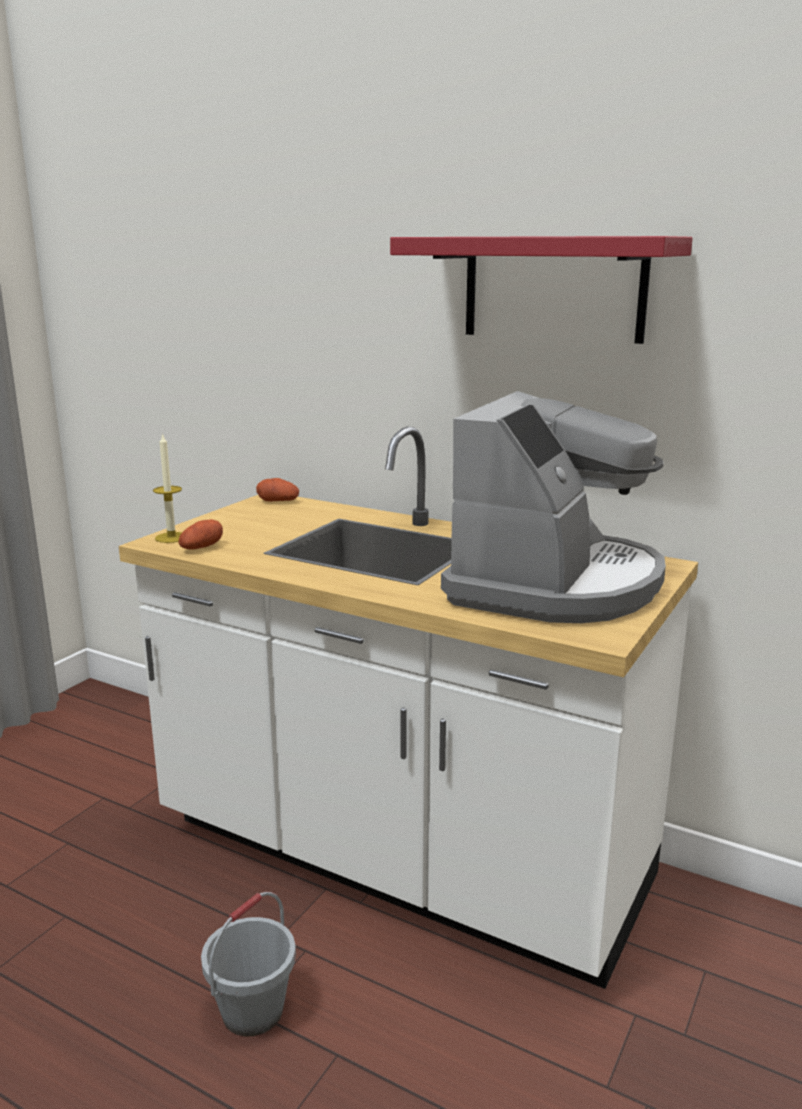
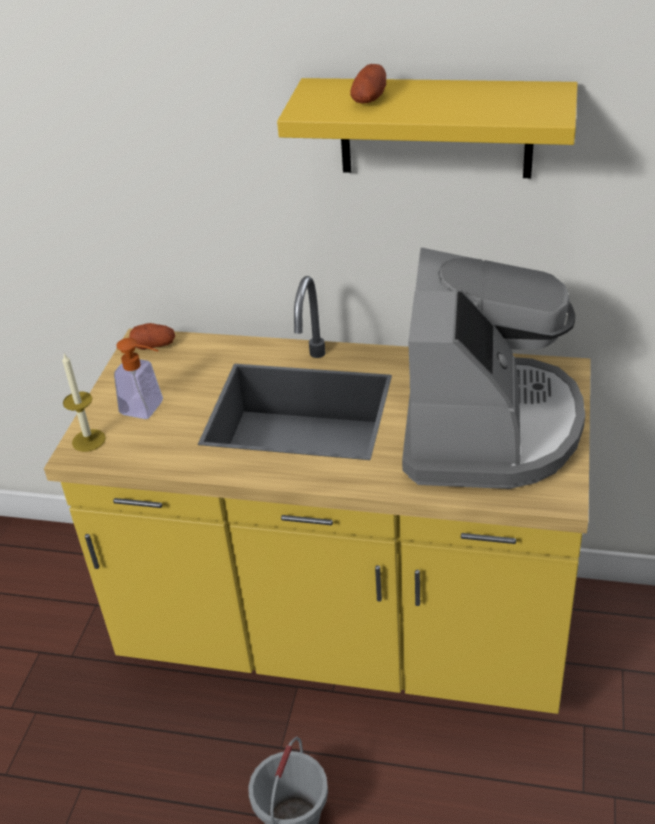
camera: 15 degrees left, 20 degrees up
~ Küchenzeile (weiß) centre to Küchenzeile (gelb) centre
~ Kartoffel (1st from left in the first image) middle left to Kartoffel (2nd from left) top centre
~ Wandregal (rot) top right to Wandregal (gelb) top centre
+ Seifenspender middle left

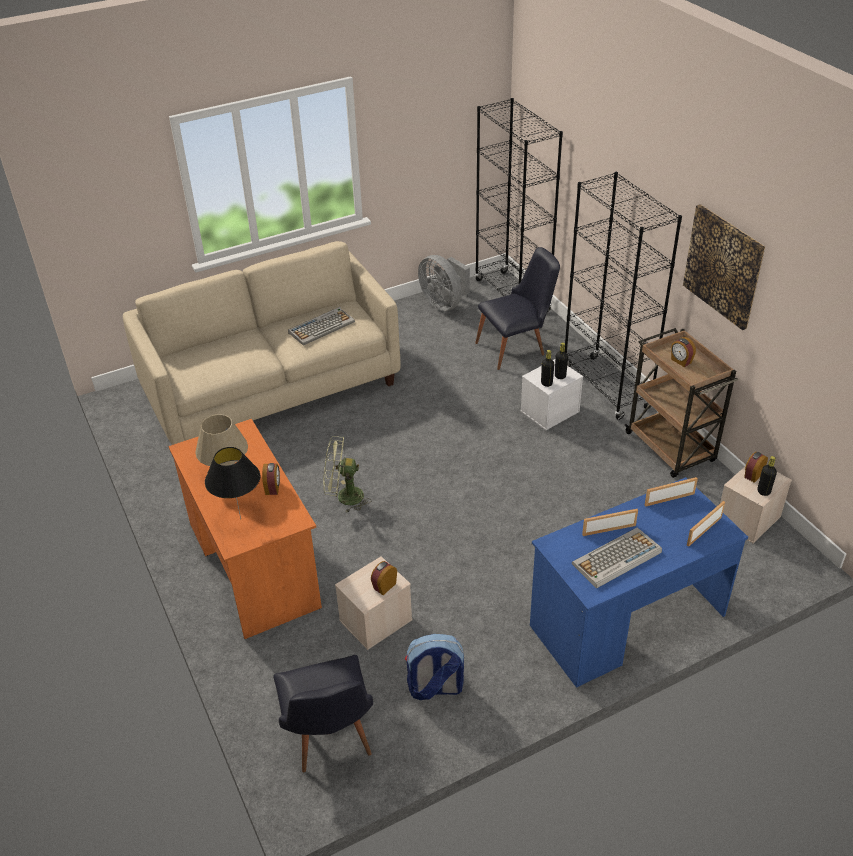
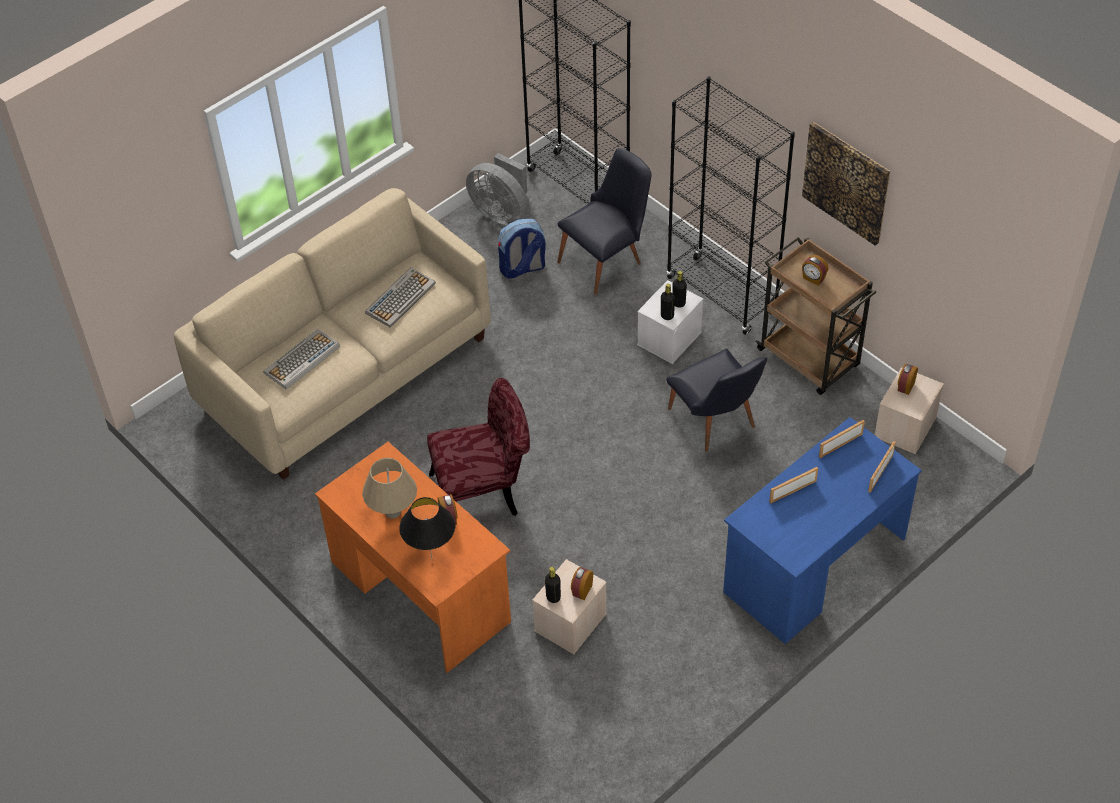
camera: 15 degrees left, 10 degrees up
~ Stuhl (schwarz) (1st from left in the first image) bottom centre to Stuhl (schwarz) (2nd from left) centre
~ Ventilator (grün) centre to Stuhl (rot) centre
~ Rucksack bottom centre to top centre
~ Tastatur (2nd from left in the first image) middle right to Tastatur (1st from left) middle left
~ Flasche (schwarz) (3rd from left in the first image) middle right to Flasche (schwarz) (1st from left) bottom centre

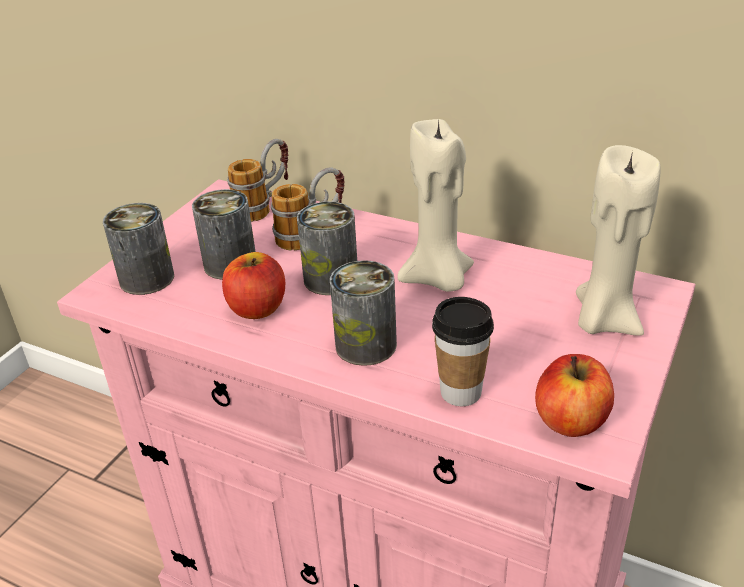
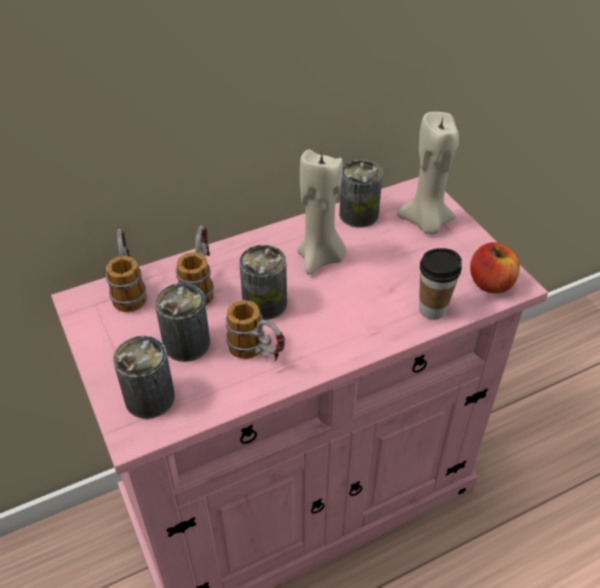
camera: 55 degrees left, 10 degrees up
~ Apfel (1st from left) centre to Henkelbecher (3rd from left) centre
~ Dose (4th from left) centre to top centre

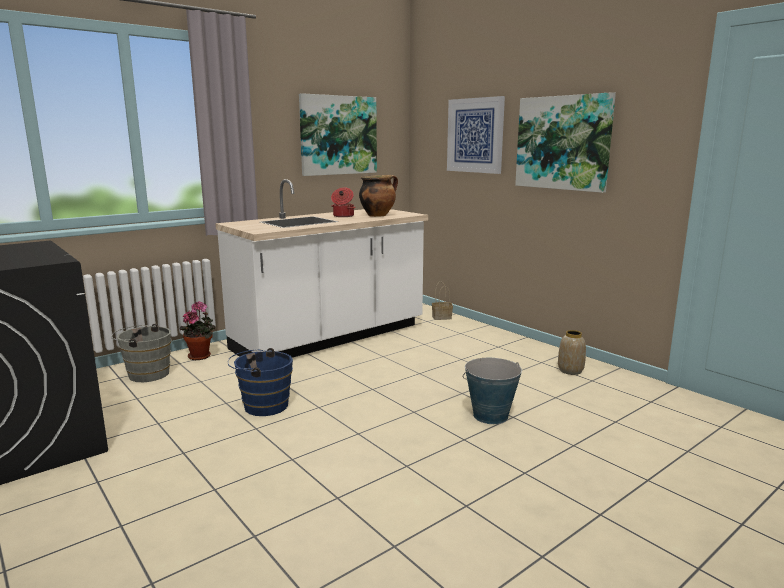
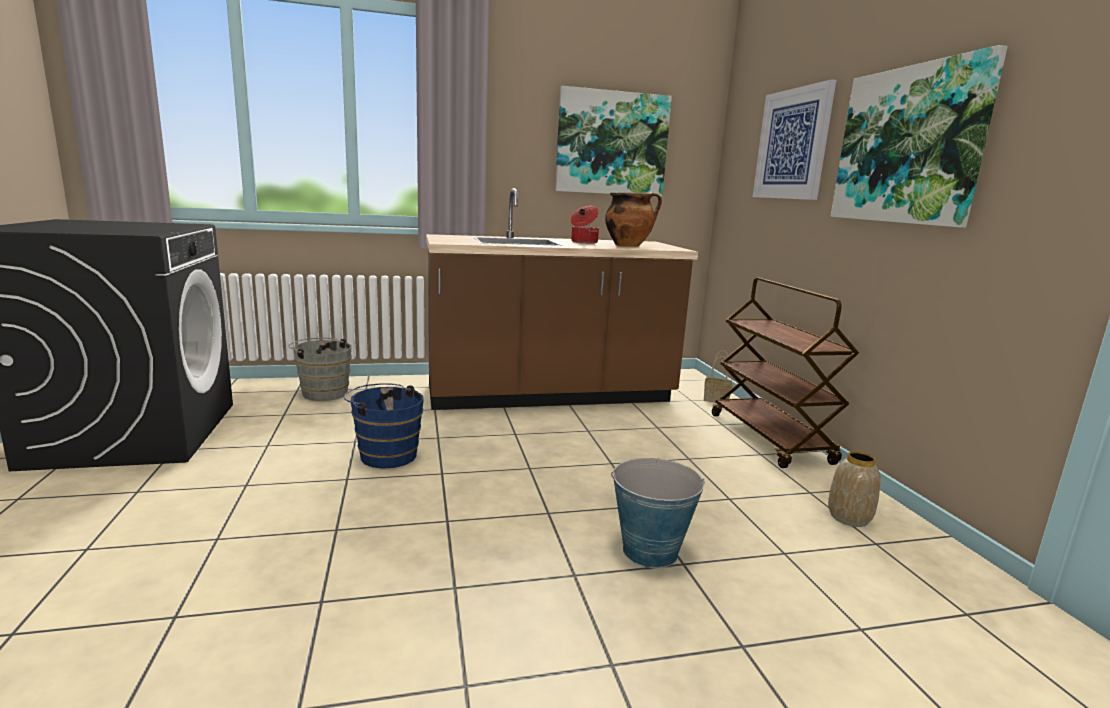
camera: 25 degrees right, 0 degrees up
- Topfpflanze middle left
~ Küchenzeile (weiß) centre to Küchenzeile (braun) centre
+ Rollwagen (braun) middle right

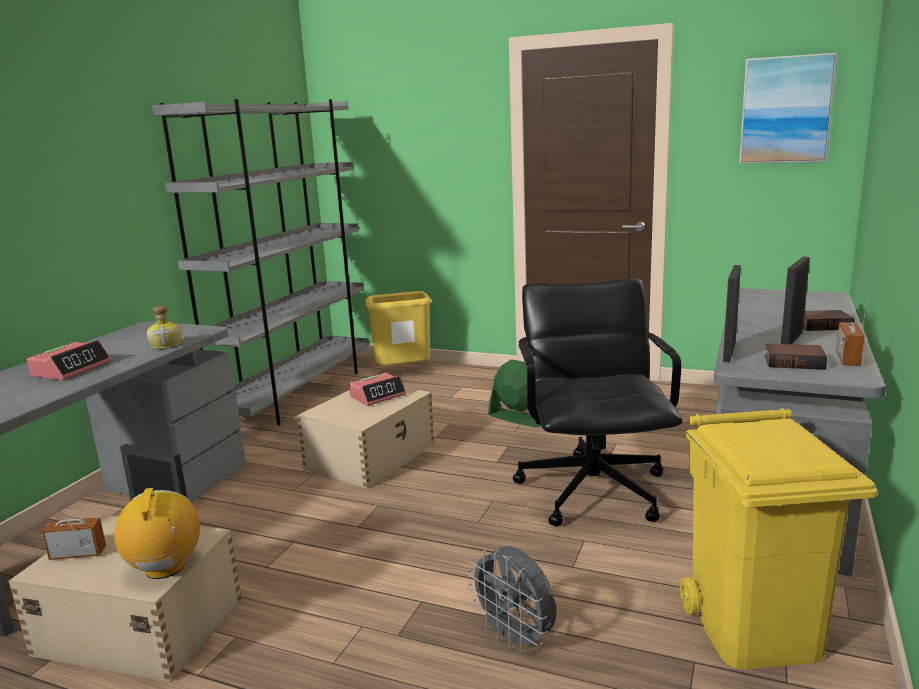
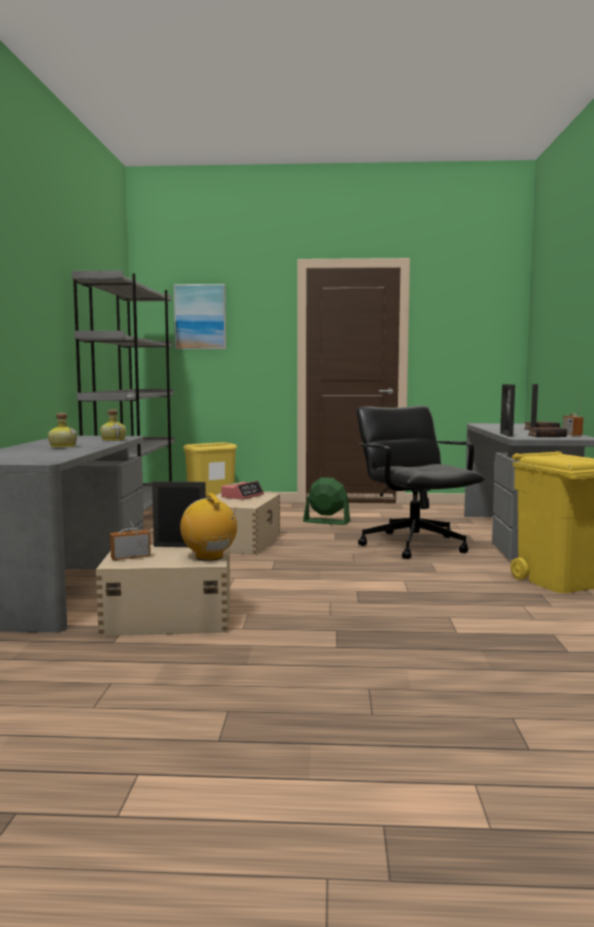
camera: 20 degrees left, 10 degrees down
~ Wecker (1st from left) middle left to Flasche (1st from left) middle left
- Ventilator (grau) bottom centre
~ Bild top right to centre

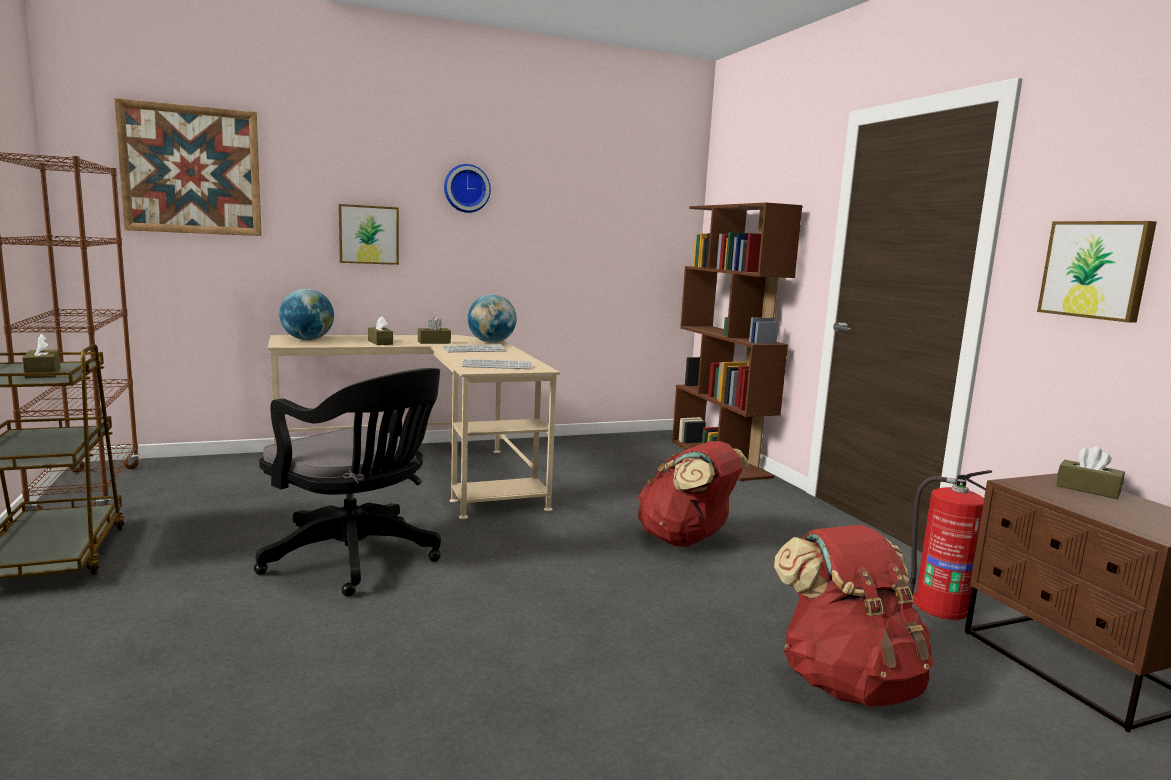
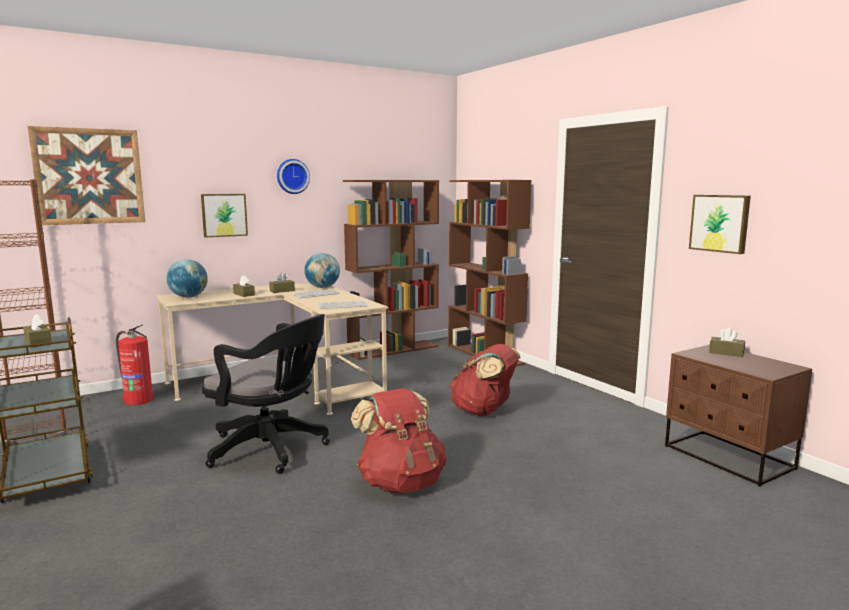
camera: 10 degrees left, 0 degrees up
~ Rucksack (rot) (2nd from left in the first image) bottom right to Rucksack (rot) (1st from left) bottom centre
~ Feuerlöscher bottom right to middle left
+ Bücherregal (braun) (2nd from left) centre

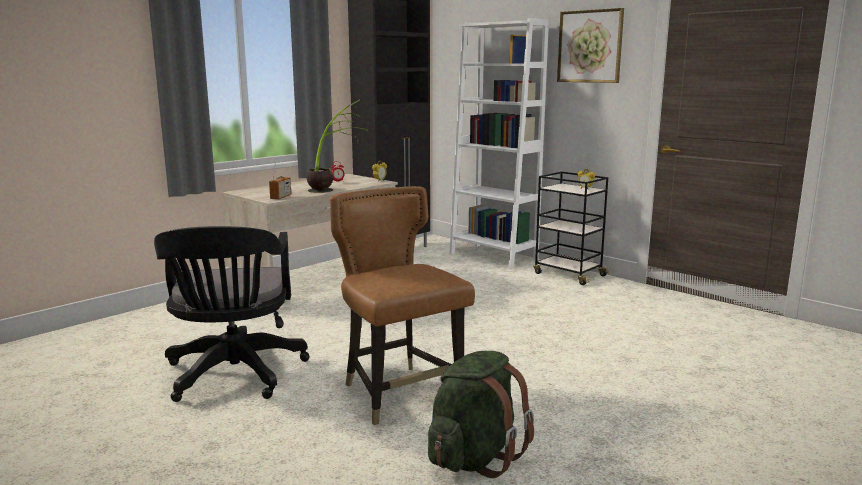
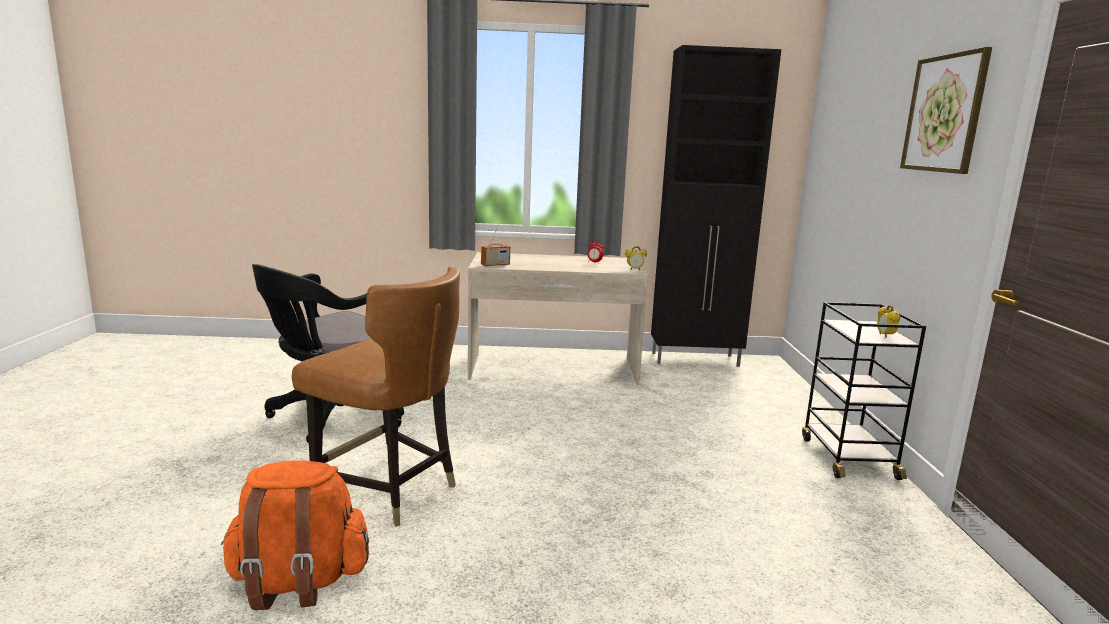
camera: 45 degrees right, 0 degrees up
- Topfpflanze top centre
~ Stuhl (braun) centre = centre 105 degrees clockwise
~ Rucksack (grün) bottom centre to Rucksack (orange) bottom left
- Bücherregal (weiß) top centre

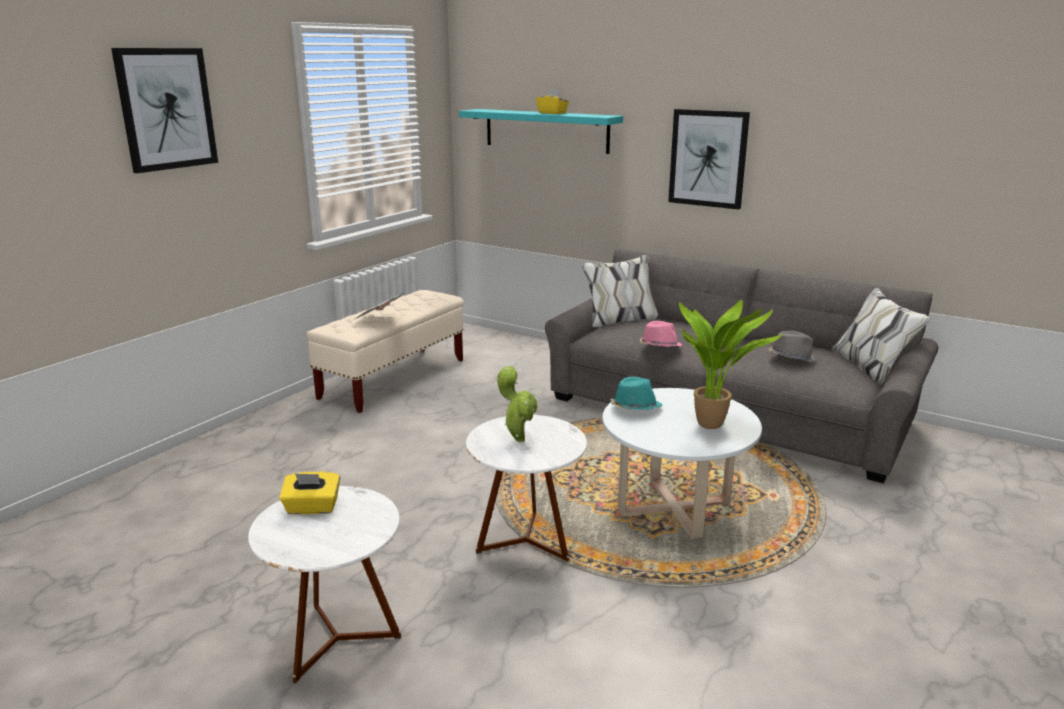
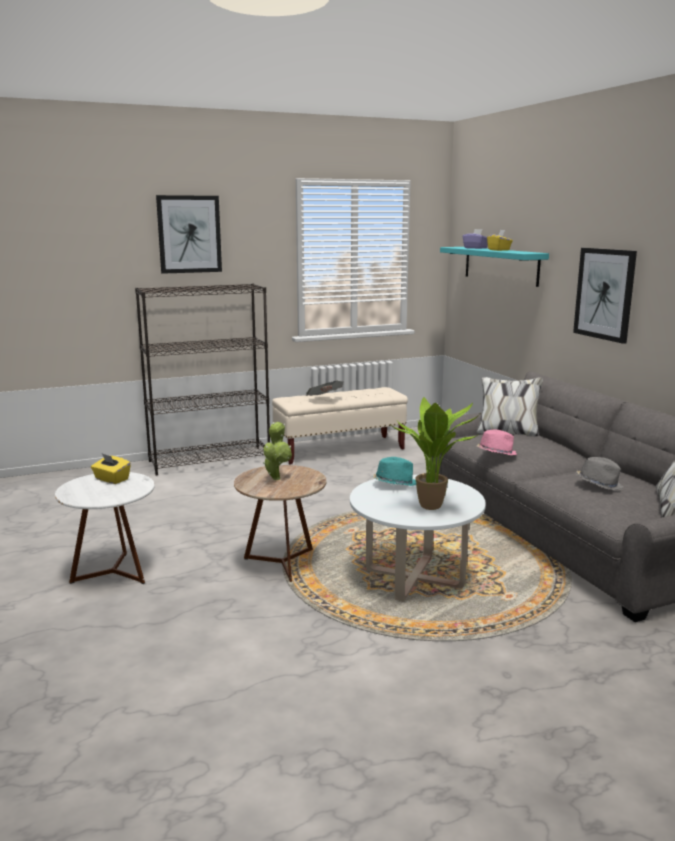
camera: 35 degrees right, 5 degrees down
~ Beistelltisch (weiß) (2nd from left) bottom centre to Beistelltisch (braun) centre
+ Bücherregal (schwarz) middle left
+ Taschentuchbox (lila) top right

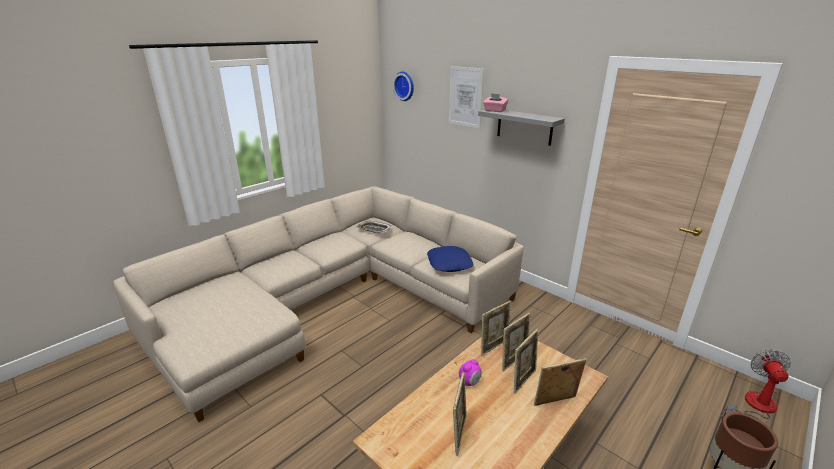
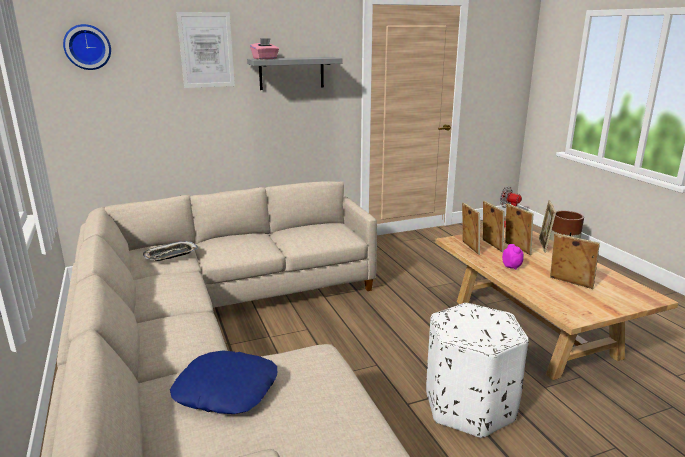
camera: 65 degrees left, 5 degrees down
~ Kissen (blau) centre to bottom left
+ Polsterhocker (weiß) bottom right

